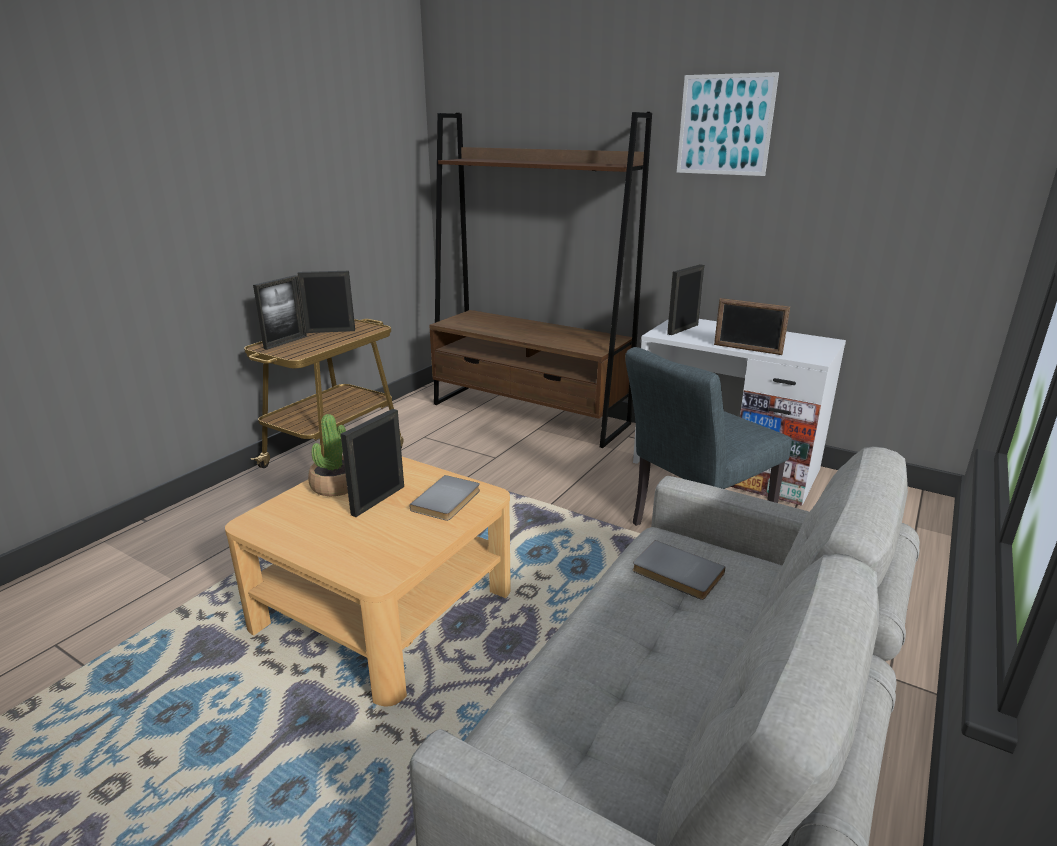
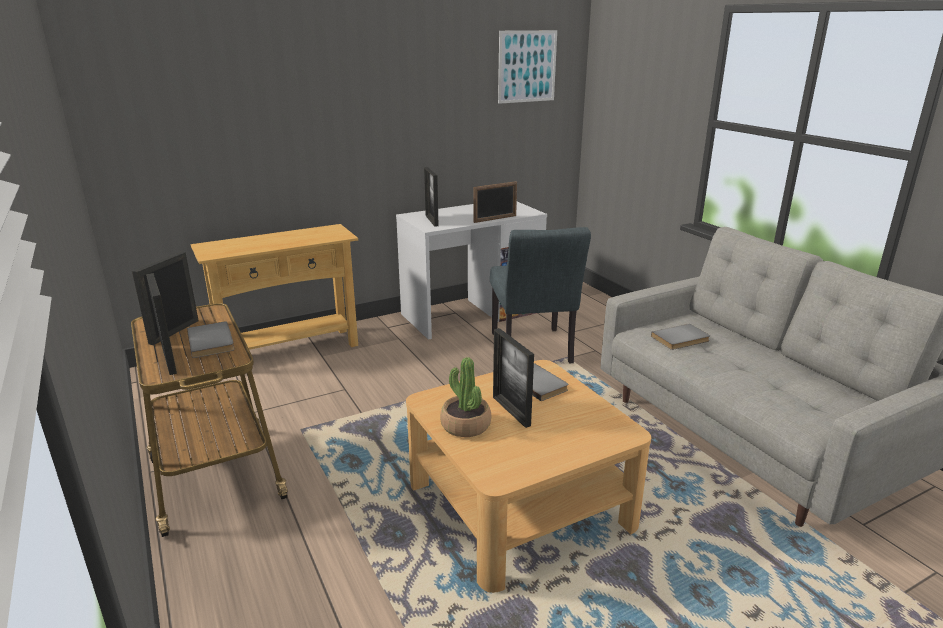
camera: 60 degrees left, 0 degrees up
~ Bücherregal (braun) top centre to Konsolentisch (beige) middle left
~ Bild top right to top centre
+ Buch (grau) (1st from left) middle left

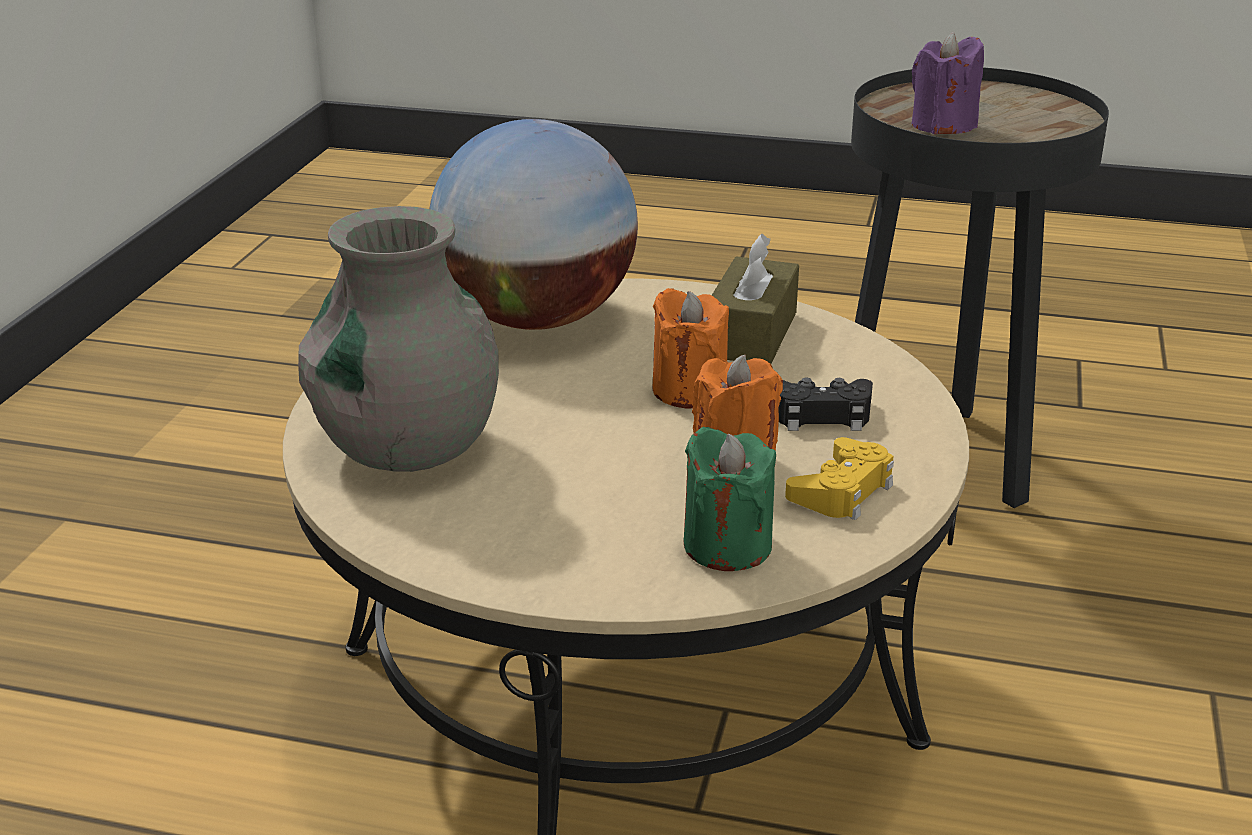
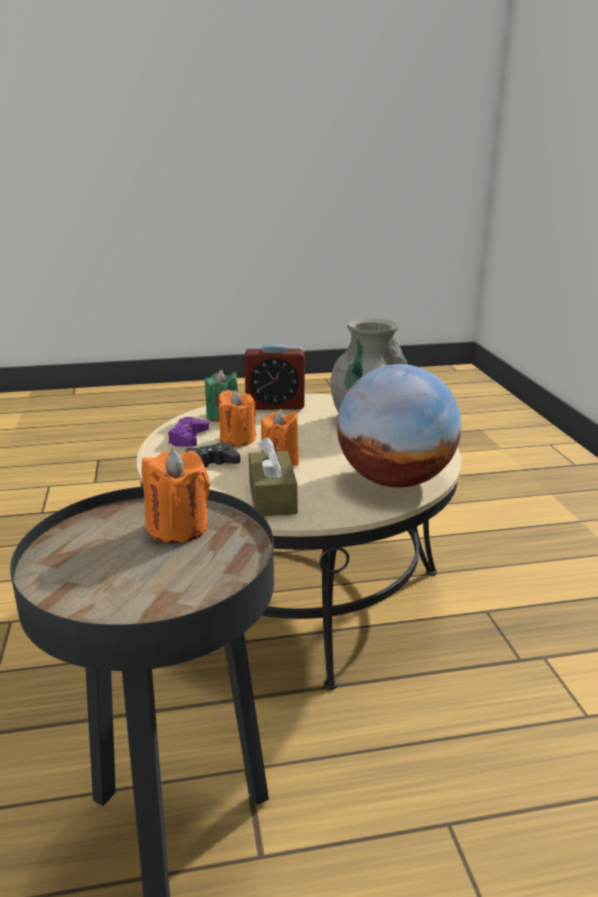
camera: 155 degrees right, 5 degrees down
~ Gamepad (gelb) middle right to Gamepad (lila) middle left
~ Kerze (lila) top right to Kerze (orange) (1st from left) middle left
+ Wecker centre

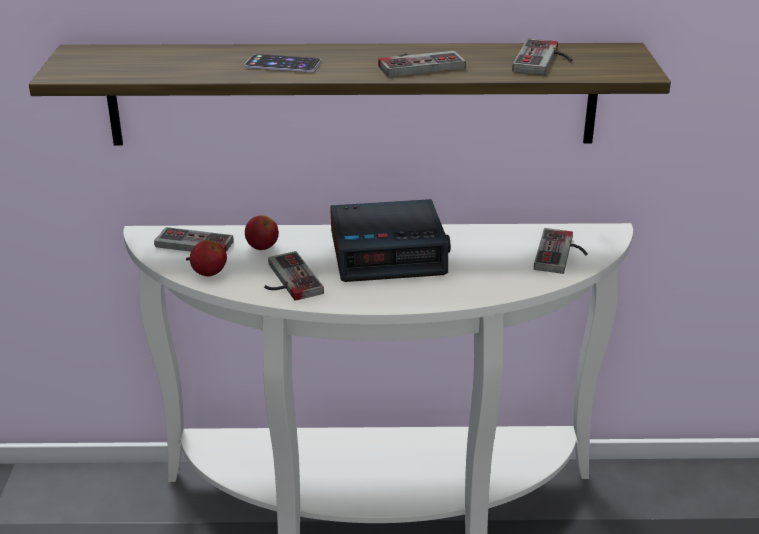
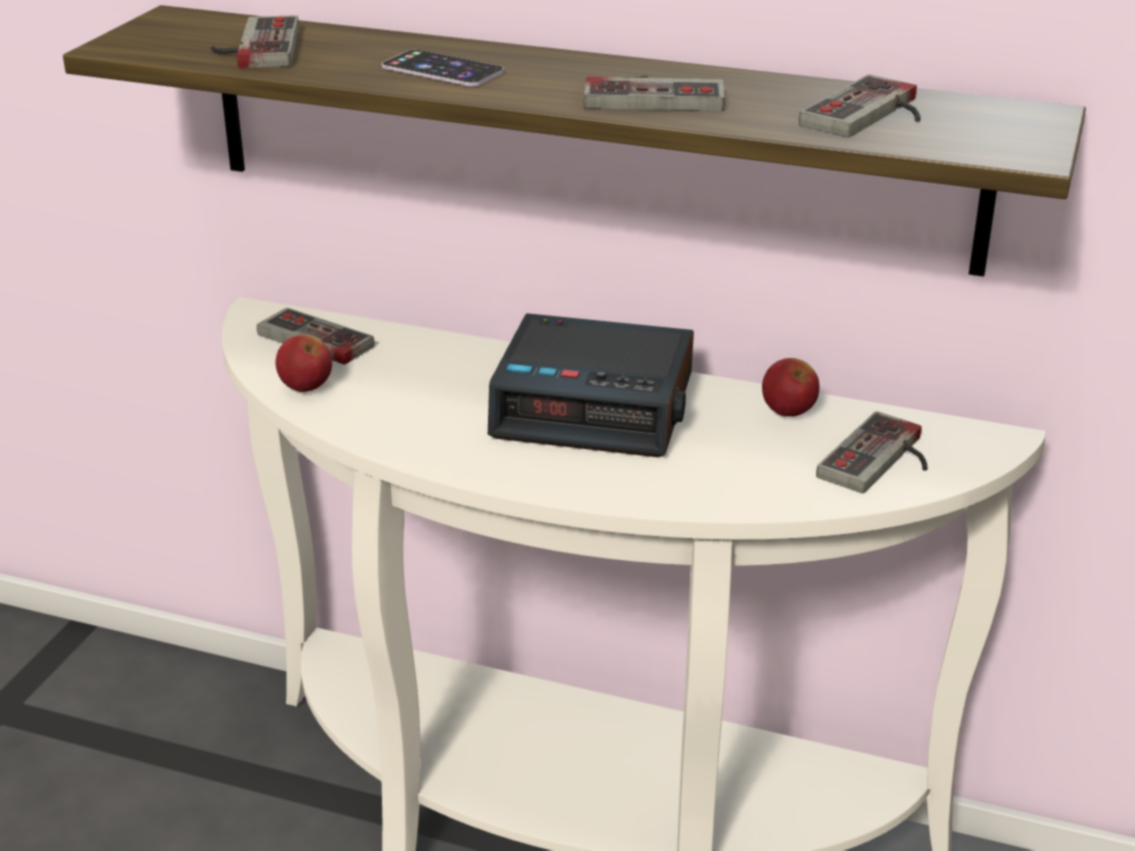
camera: 20 degrees right, 0 degrees up
~ Apfel (2nd from left) centre to middle right
~ Gamepad (2nd from left in the first image) centre to Gamepad (1st from left) top left

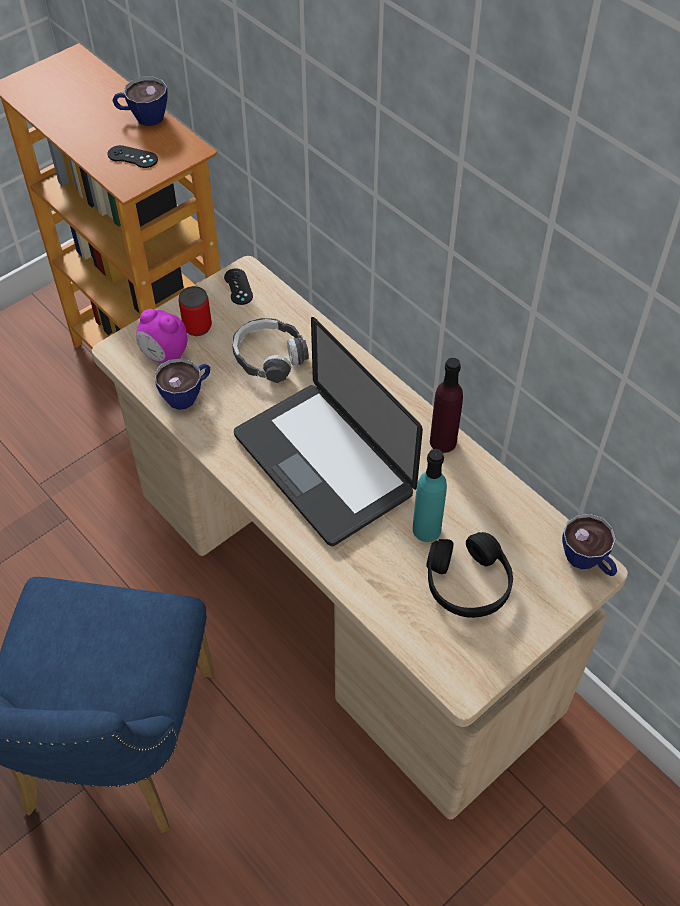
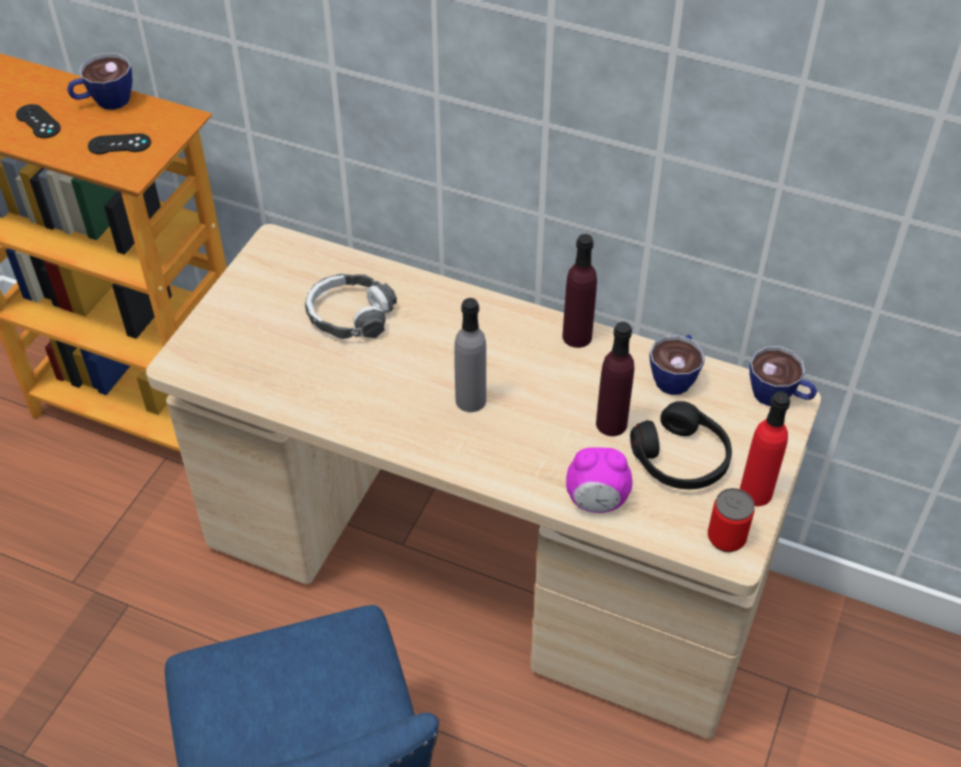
camera: 25 degrees left, 5 degrees down
~ Wecker middle left to centre
~ Tasse (2nd from left) middle left to middle right
~ Dose middle left to bottom right
~ Gamepad (schwarz) (2nd from left in the first image) top centre to Gamepad (schwarz) (1st from left) top left
~ Laptop centre to Flasche (grau) centre
~ Flasche (türkis) centre to Flasche (lila) (2nd from left) centre
+ Flasche (rot) middle right

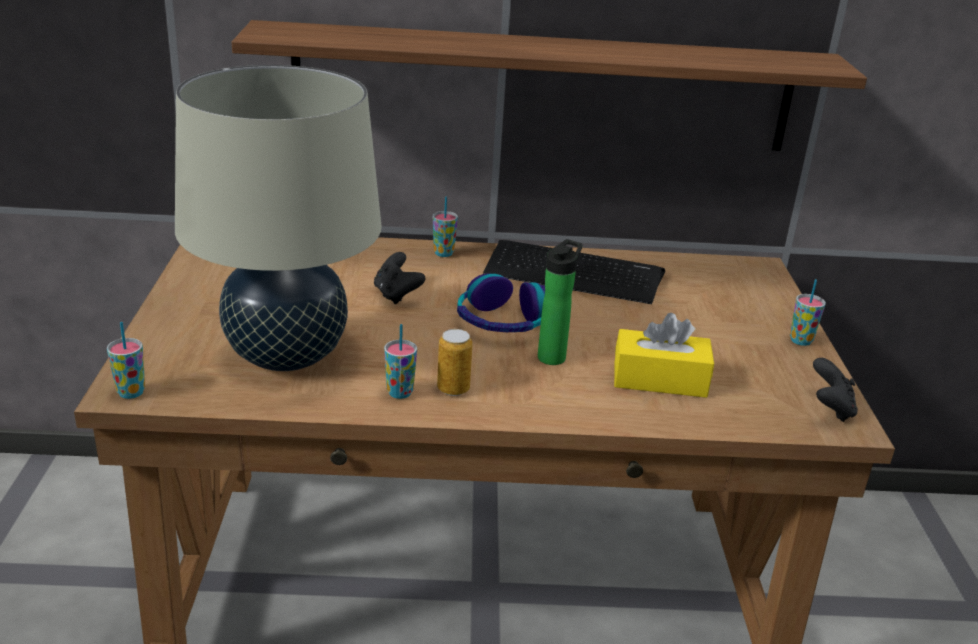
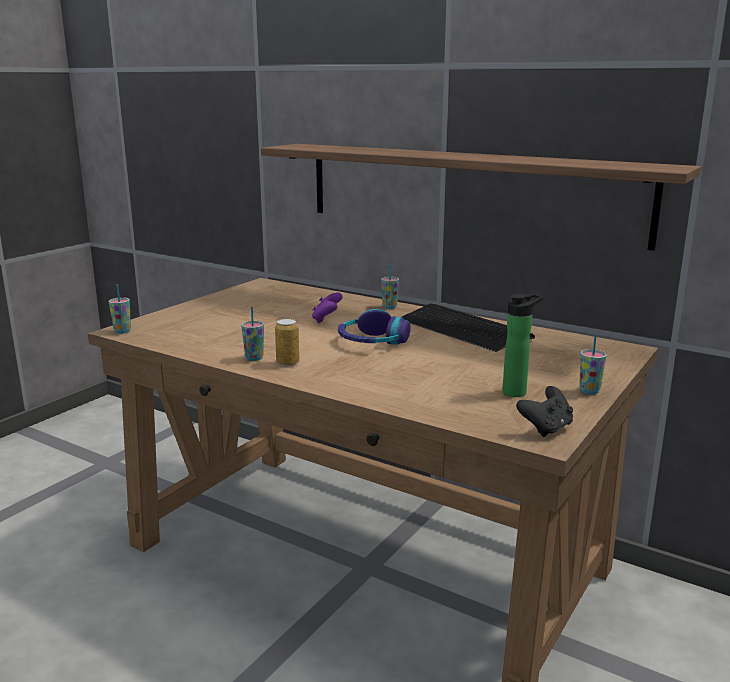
camera: 35 degrees right, 10 degrees down
- Tischlampe (beige) middle left
~ Gamepad (schwarz) (1st from left) centre to Gamepad (lila) centre
~ Flasche centre to middle right
- Taschentuchbox (gelb) middle right

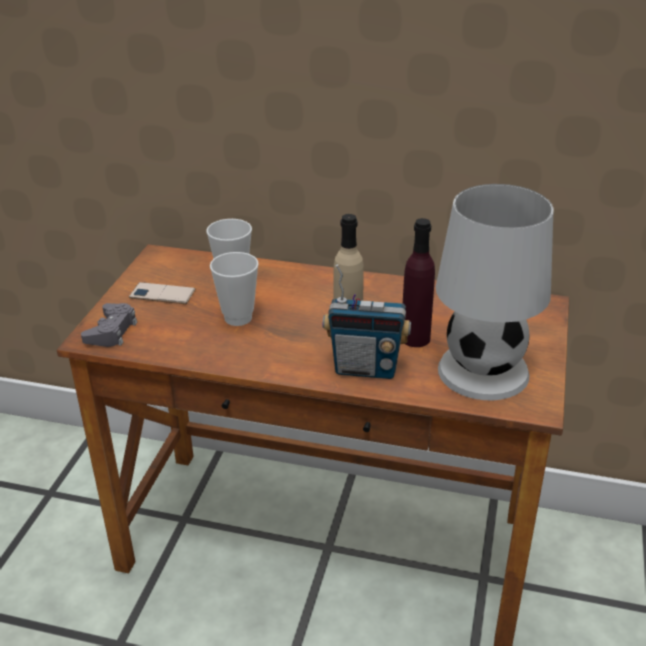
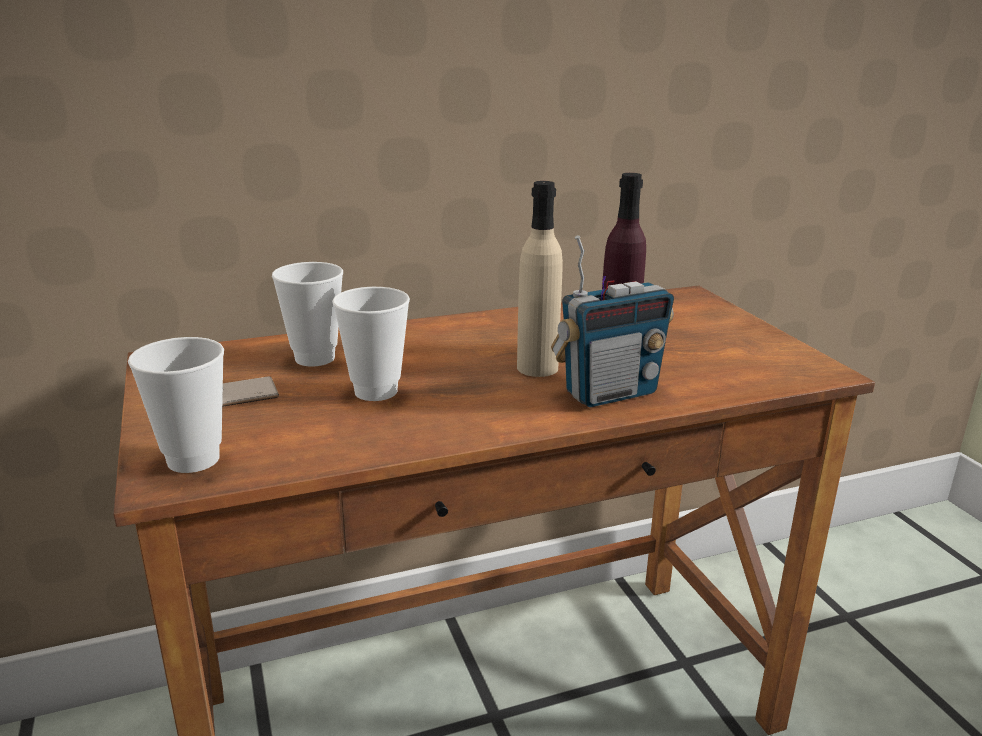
camera: 35 degrees left, 10 degrees down
~ Gamepad (grau) middle left to Tasse (1st from left) middle left
- Tischlampe (weiß) middle right

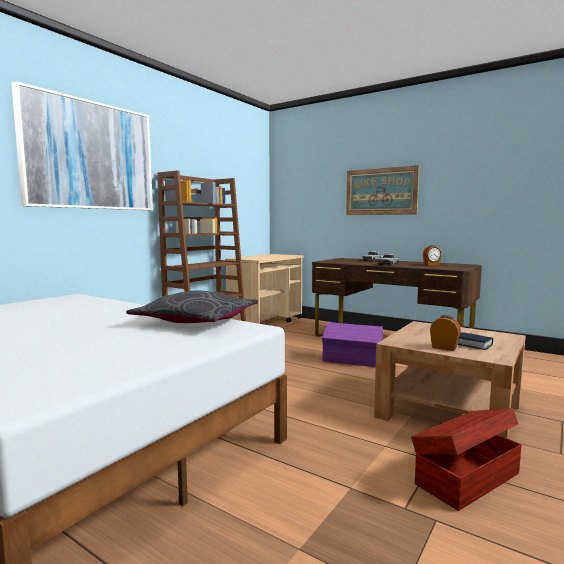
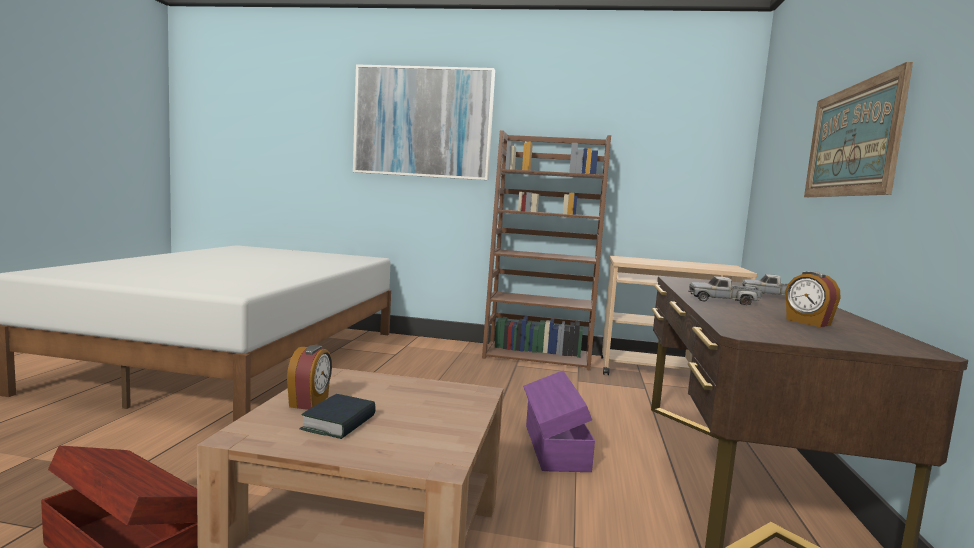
camera: 65 degrees right, 0 degrees up
- Kissen (grau) centre

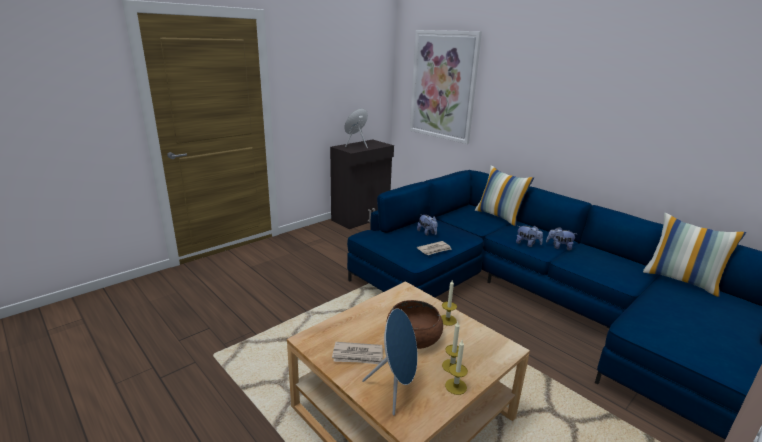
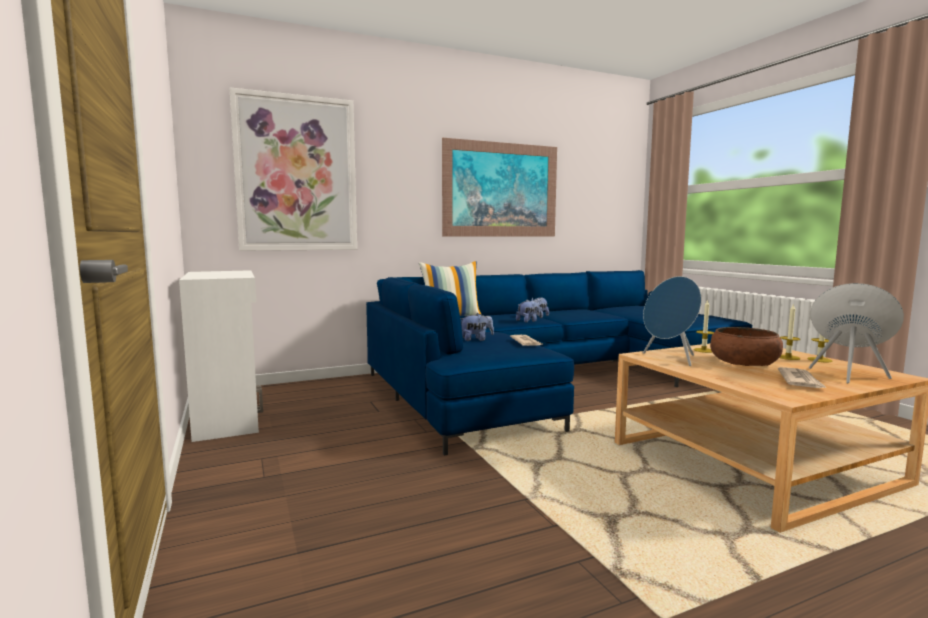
camera: 70 degrees left, 15 degrees down
~ Schrank (schwarz) centre to Schrank (weiß) middle left
~ Lautsprecher (blau) (1st from left) top centre to middle right
- Kissen (2nd from left) middle right
+ Bild (2nd from left) top centre

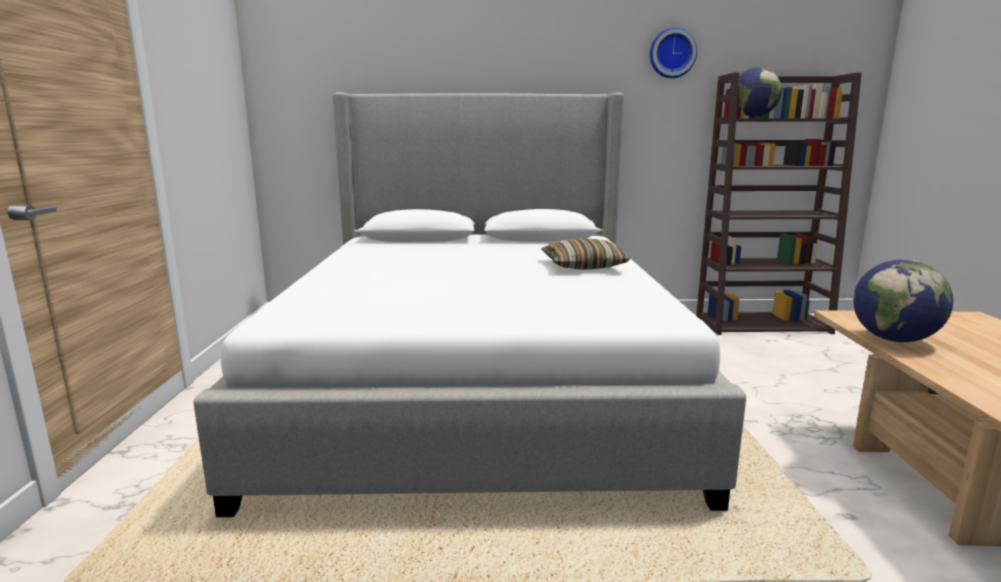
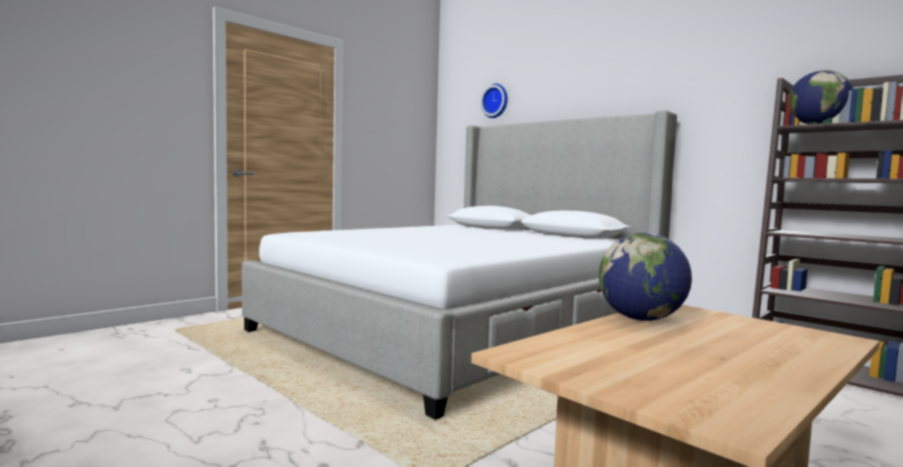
camera: 45 degrees right, 10 degrees down
- Kissen centre
~ Wanduhr top right to top centre

